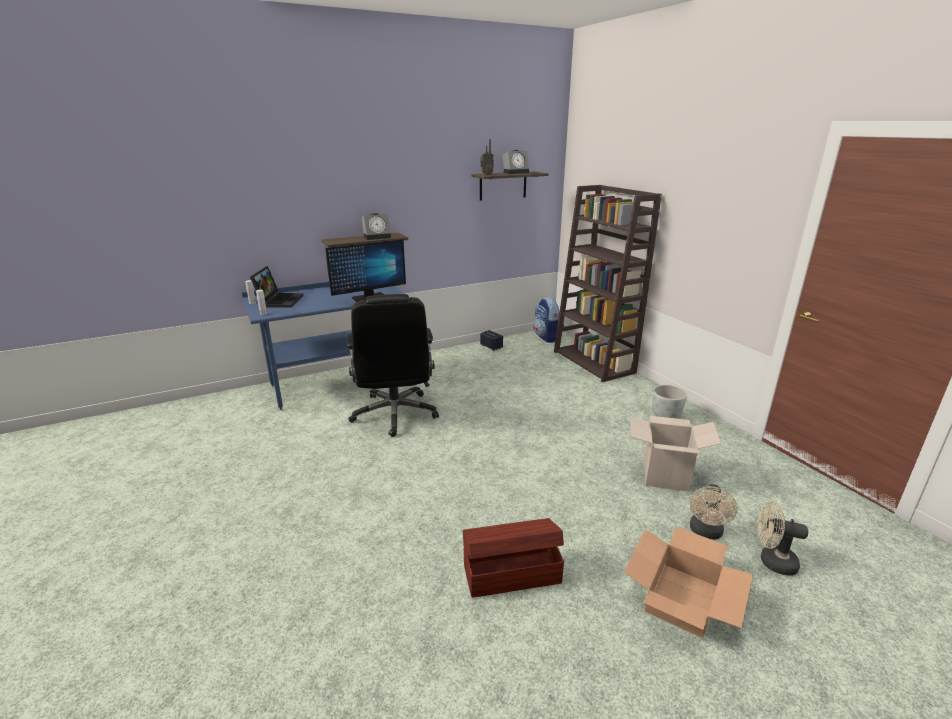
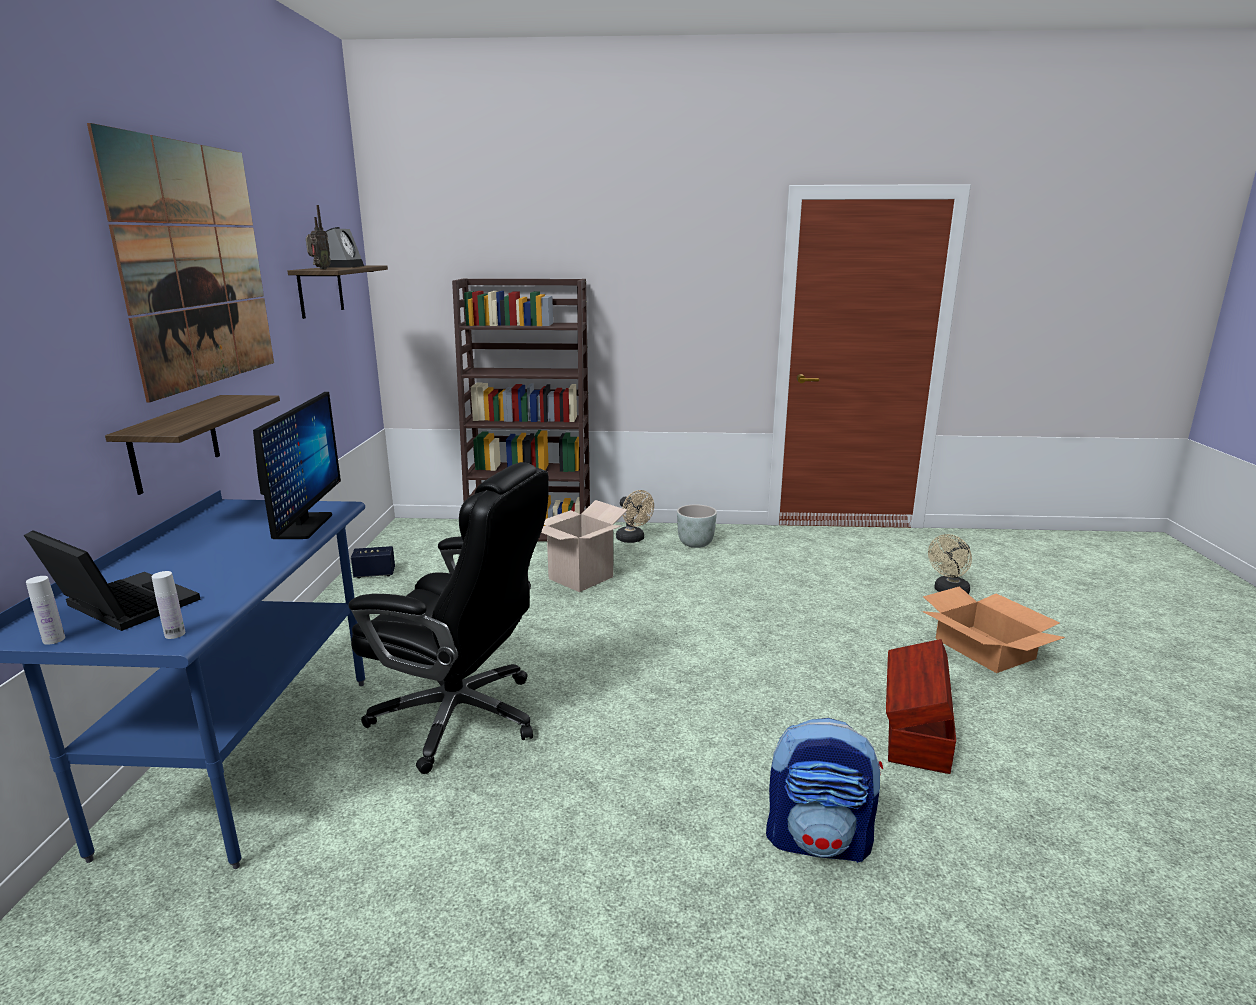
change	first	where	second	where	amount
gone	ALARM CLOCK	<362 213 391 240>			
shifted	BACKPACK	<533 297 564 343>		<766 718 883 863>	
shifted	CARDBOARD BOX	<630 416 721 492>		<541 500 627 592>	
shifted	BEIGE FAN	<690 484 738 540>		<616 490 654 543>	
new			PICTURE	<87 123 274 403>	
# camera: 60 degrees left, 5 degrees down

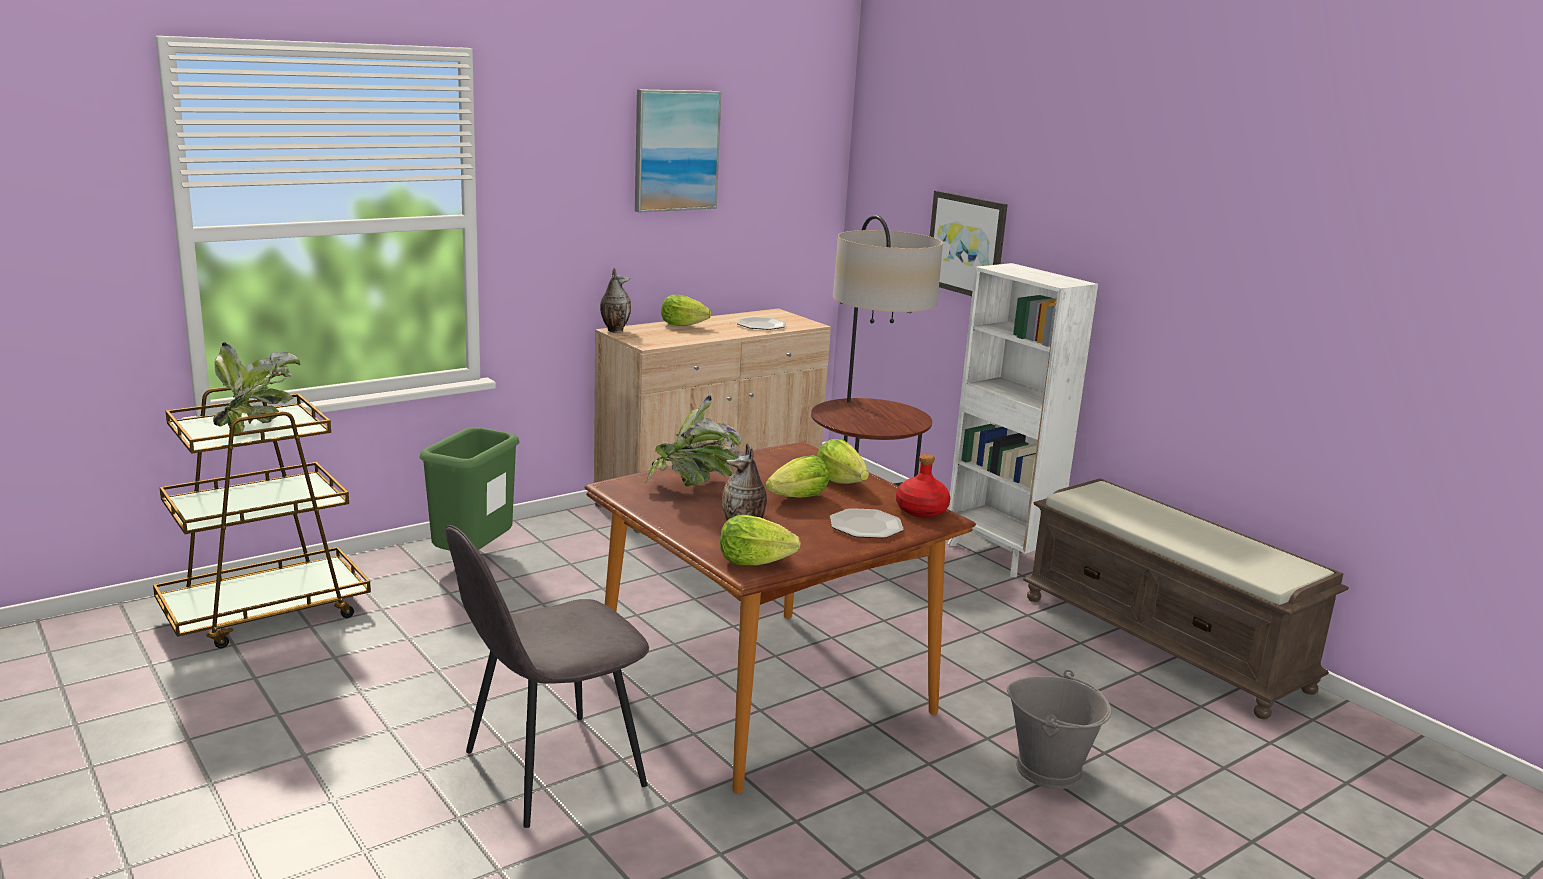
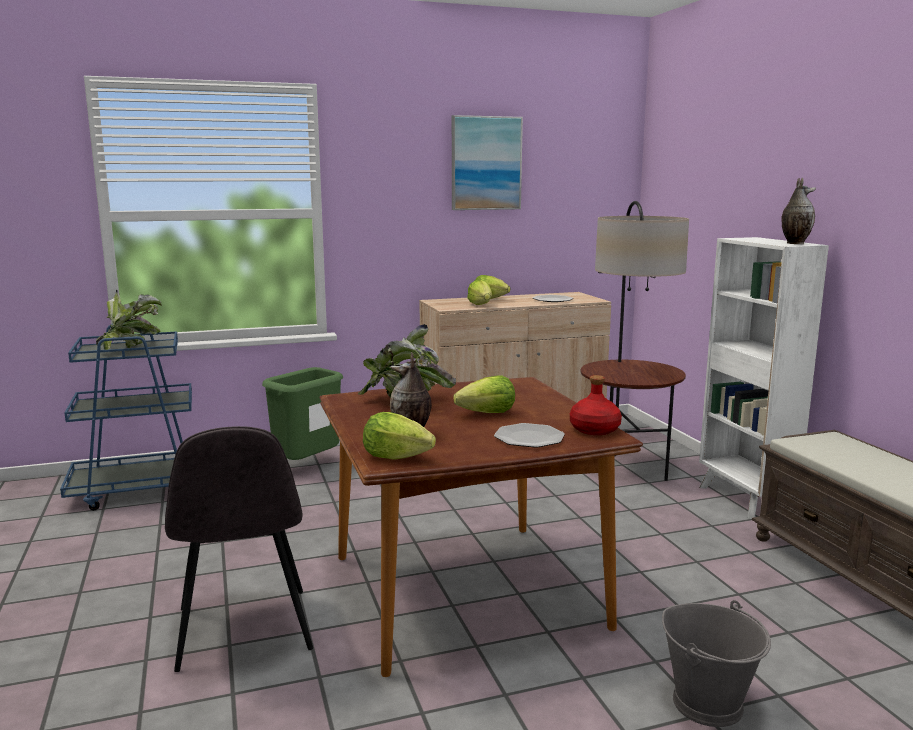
change	first	where	second	where	amount
repainted	BROWN CART	<153 387 371 648>	BLUE CART	<60 324 192 510>	
rotated	GREY CHAIR	<446 525 649 828>		<165 426 313 672>	90 degrees counterclockwise
shifted	VASE	<600 268 631 333>		<781 177 816 244>	
shifted	LETTUCE	<817 439 869 484>		<467 279 492 305>	
gone	PICTURE	<930 190 1008 296>			
# camera: 20 degrees right, 5 degrees down

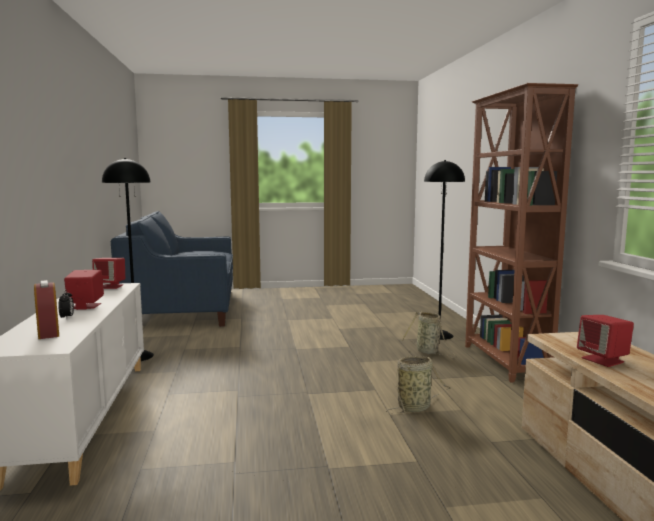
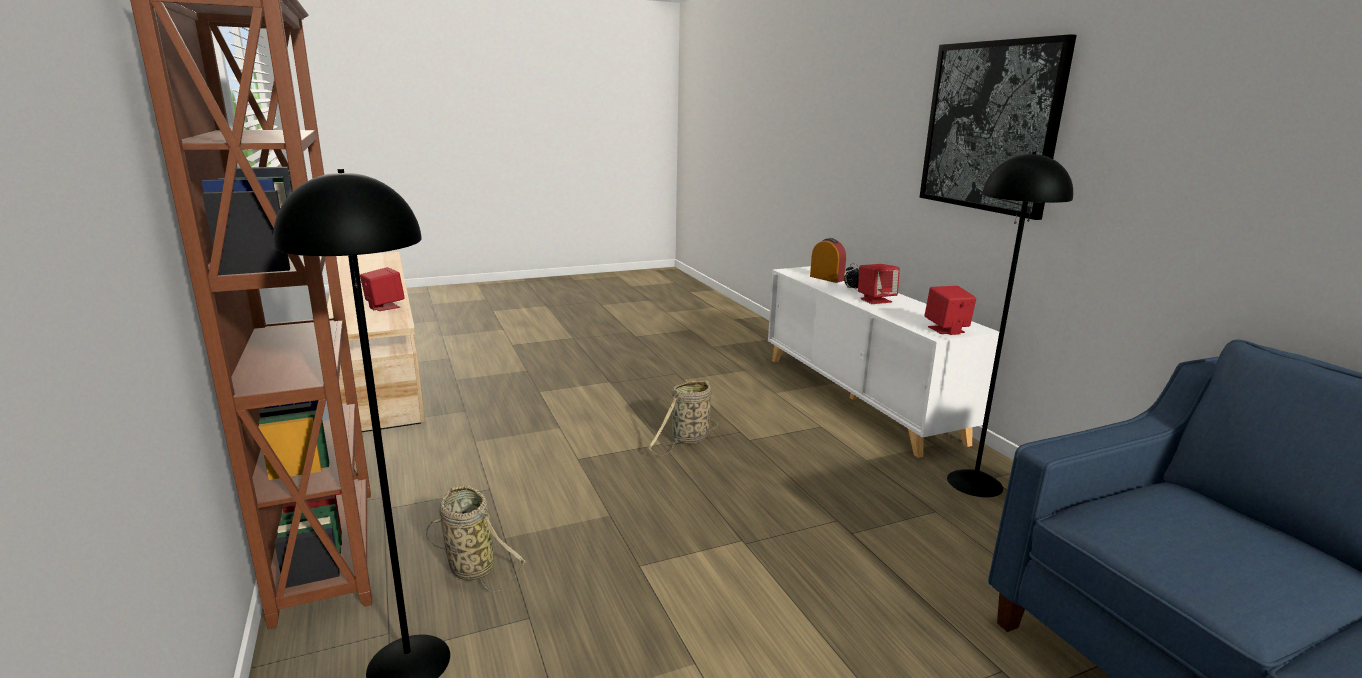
change	first	where	second	where	amount
shifted	BASKET	<386 356 451 413>		<648 379 718 455>	
new			PICTURE	<920 34 1077 220>	
# camera: 165 degrees right, 10 degrees up

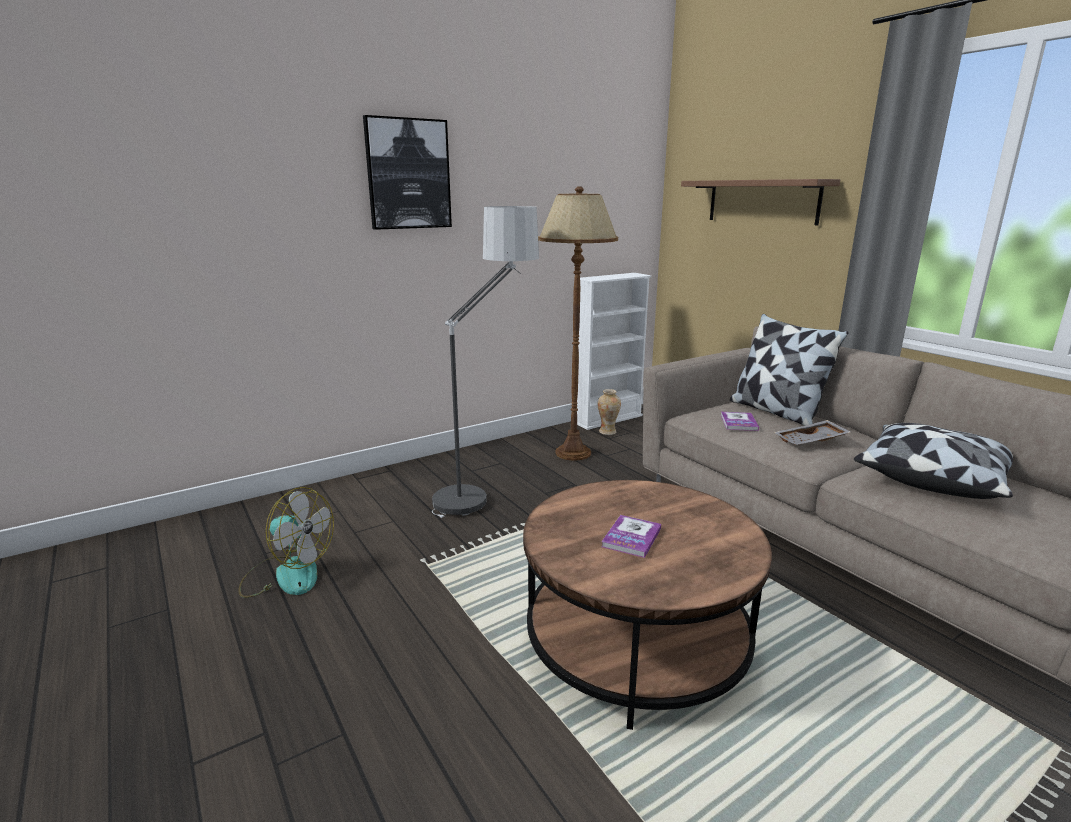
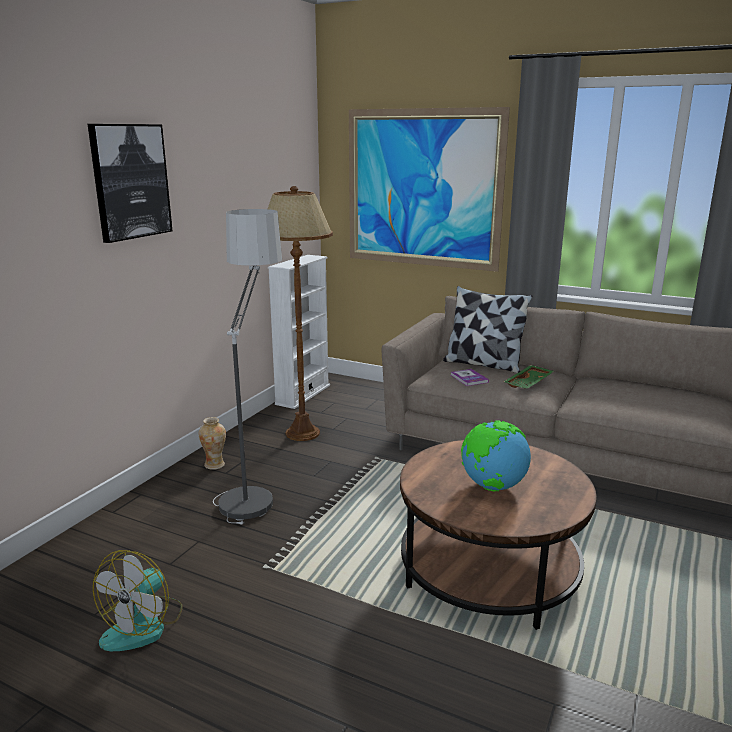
change	first	where	second	where	amount
rotated	FAN	<239 487 334 598>		<93 550 183 651>	120 degrees clockwise
shifted	VASE	<598 389 621 435>		<199 417 226 470>	
swapped	BOOK	<601 515 661 558>	GLOBE	<461 420 531 492>	
swapped	BROWN SHELF	<681 179 840 225>	PICTURE	<349 107 510 272>	
repainted	GREY TRAY	<774 420 851 445>	GREEN TRAY	<504 365 554 389>	
gone	PILLOW	<854 423 1013 499>			
# camera: 30 degrees left, 0 degrees up

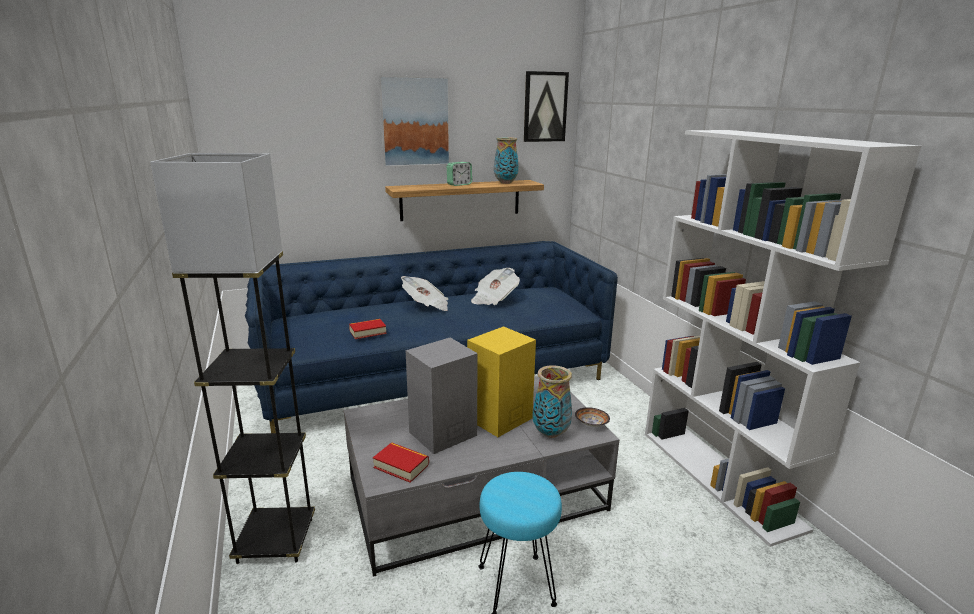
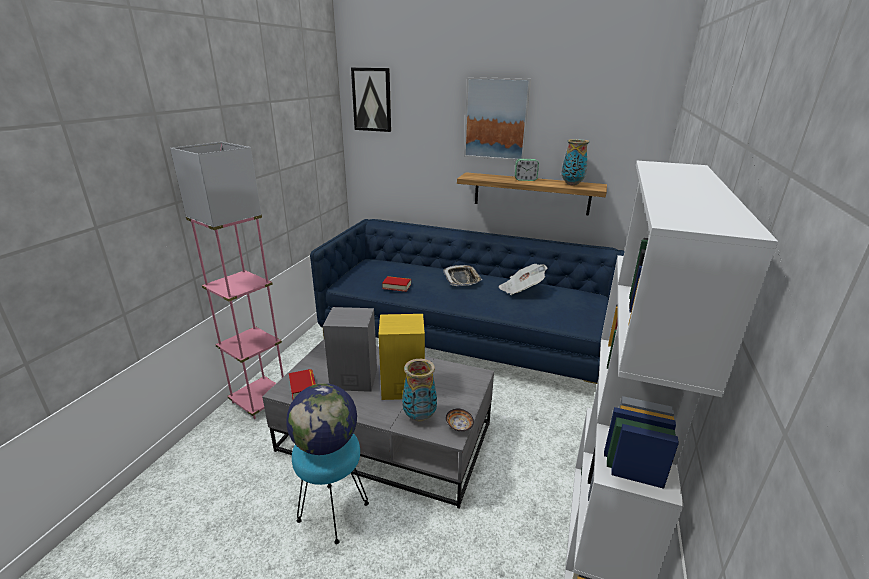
change	first	where	second	where	amount
repainted	GREY FLOOR LAMP	<150 153 315 564>	PINK FLOOR LAMP	<170 142 284 419>	
swapped	NEWSPAPER	<401 276 448 311>	TRAY	<443 265 482 286>	
shifted	PICTURE	<524 71 569 142>		<351 68 391 132>	
new			GLOBE	<286 383 357 455>	
# camera: 40 degrees right, 5 degrees up

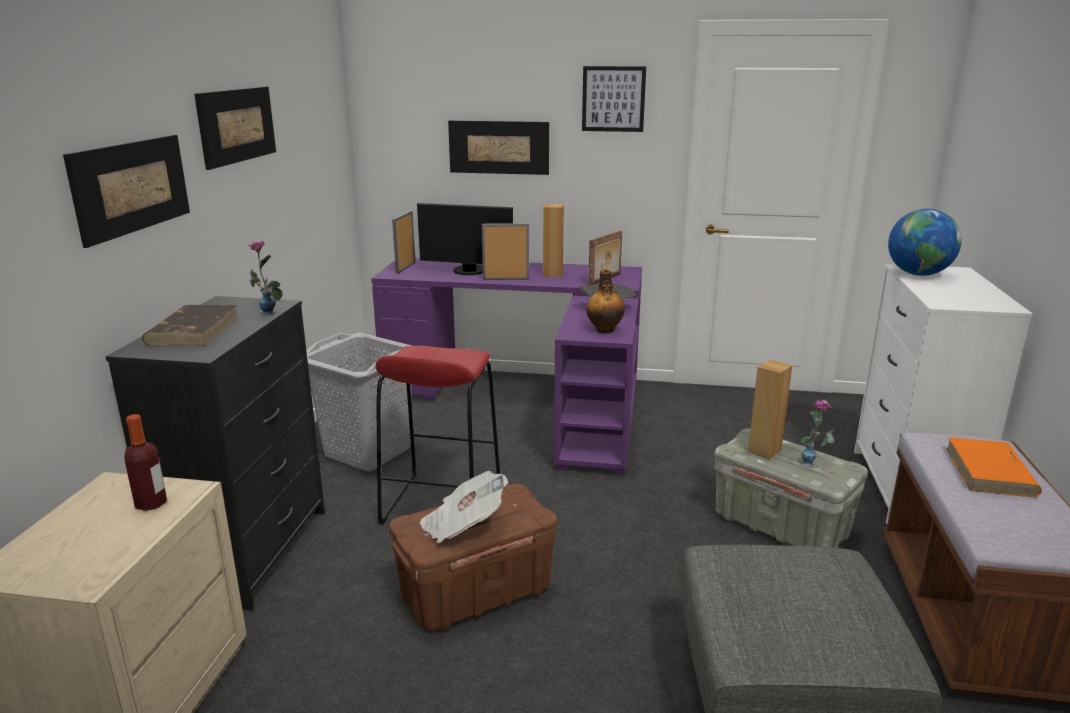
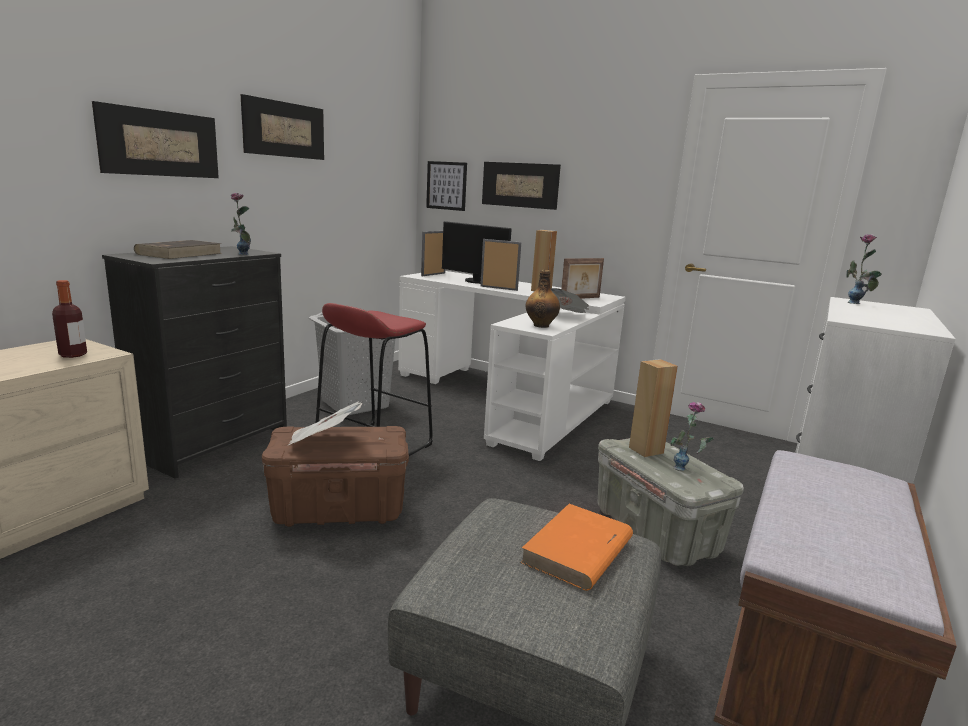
change	first	where	second	where	amount
repainted	PURPLE DESK	<371 258 642 475>	WHITE DESK	<398 271 626 461>	
shifted	PICTURE	<582 66 646 132>		<426 161 467 211>	
swapped	GLOBE	<888 209 962 276>	VASE	<846 234 882 304>	
shifted	ORANGE BOOK	<946 437 1042 497>		<520 504 633 591>	
# camera: 20 degrees right, 5 degrees down

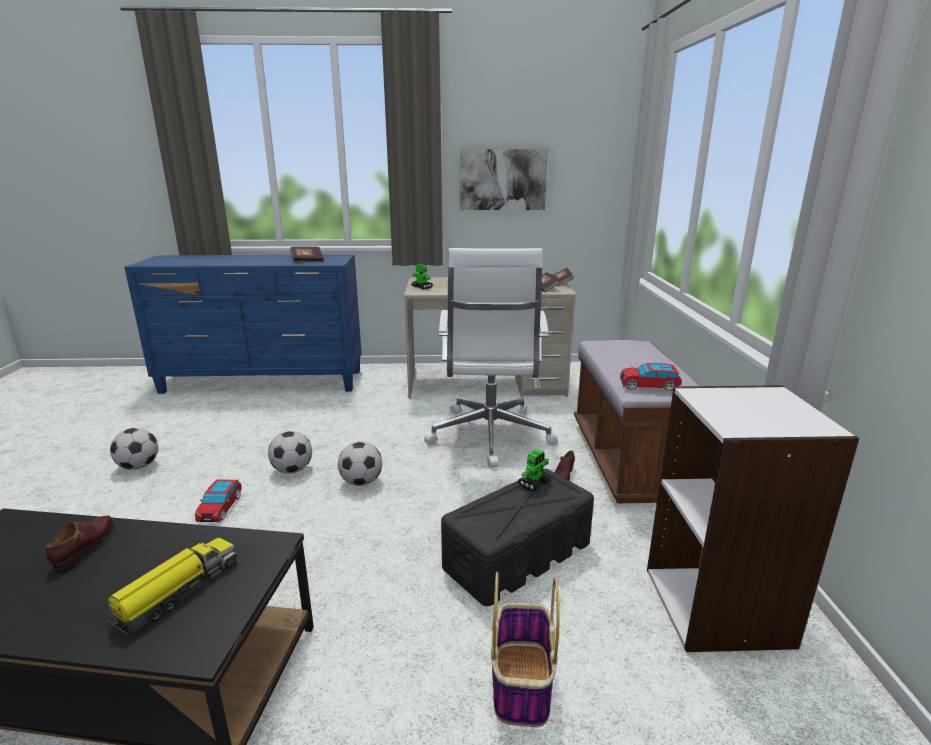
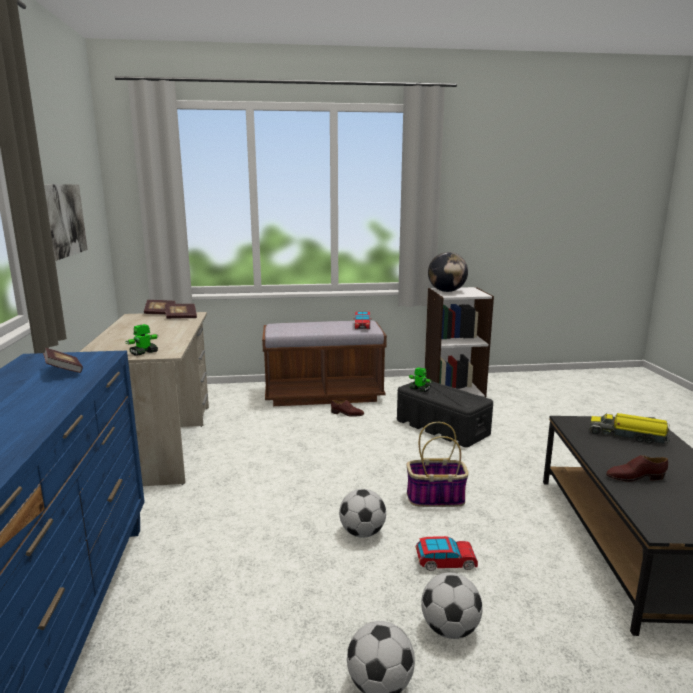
change	first	where	second	where	amount
shifted	FOOTBALL	<338 442 382 486>		<421 572 483 639>	
gone	WHITE OFFICE CHAIR	<424 248 558 468>			
shifted	BASKET	<491 572 560 727>		<406 422 469 507>	
new			GLOBE	<428 252 468 292>	
# camera: 95 degrees left, 5 degrees down

